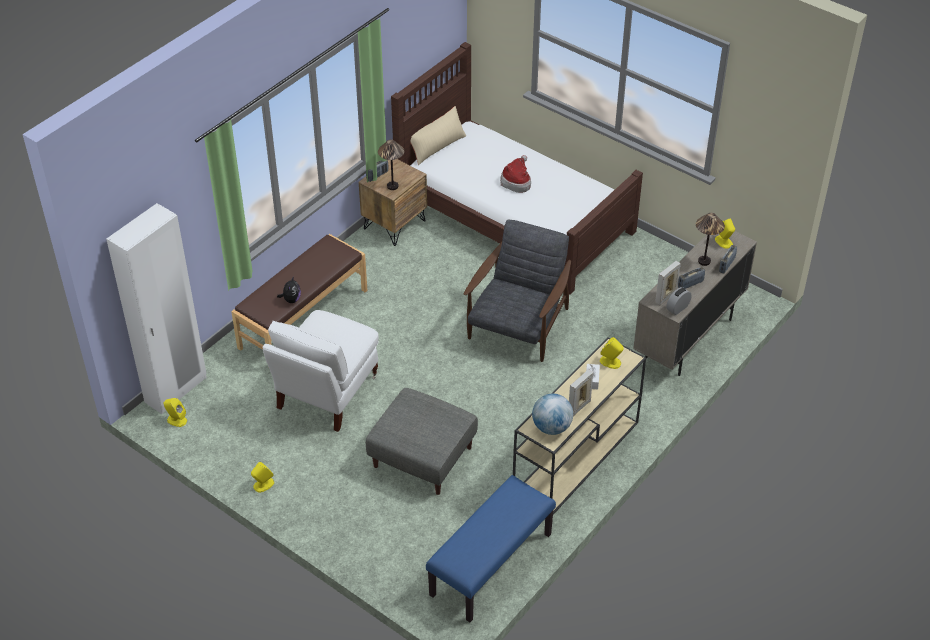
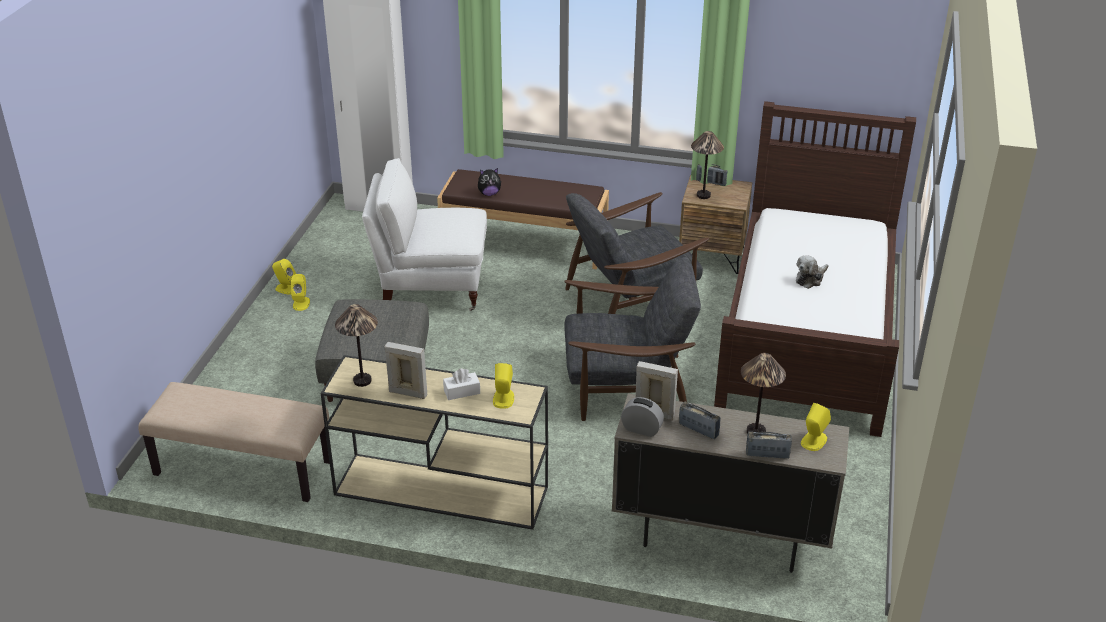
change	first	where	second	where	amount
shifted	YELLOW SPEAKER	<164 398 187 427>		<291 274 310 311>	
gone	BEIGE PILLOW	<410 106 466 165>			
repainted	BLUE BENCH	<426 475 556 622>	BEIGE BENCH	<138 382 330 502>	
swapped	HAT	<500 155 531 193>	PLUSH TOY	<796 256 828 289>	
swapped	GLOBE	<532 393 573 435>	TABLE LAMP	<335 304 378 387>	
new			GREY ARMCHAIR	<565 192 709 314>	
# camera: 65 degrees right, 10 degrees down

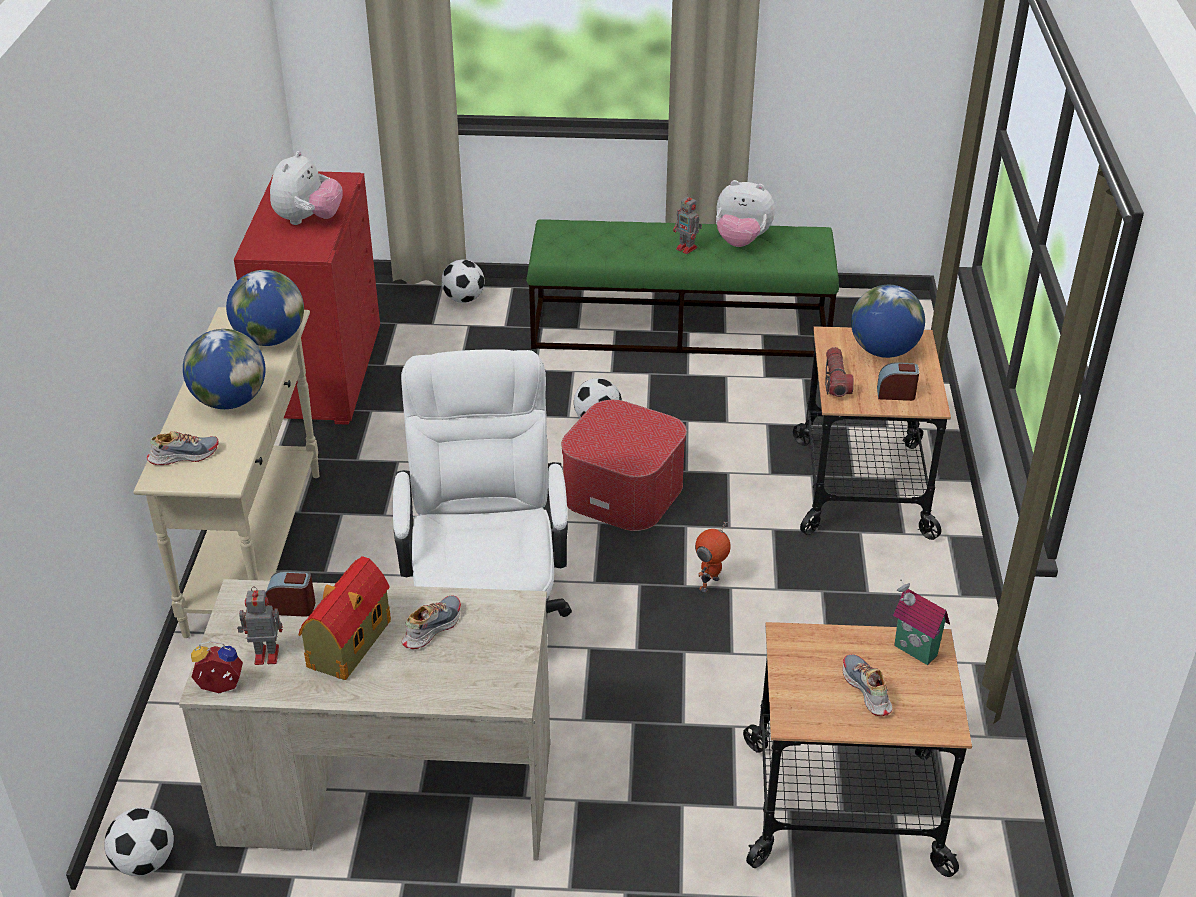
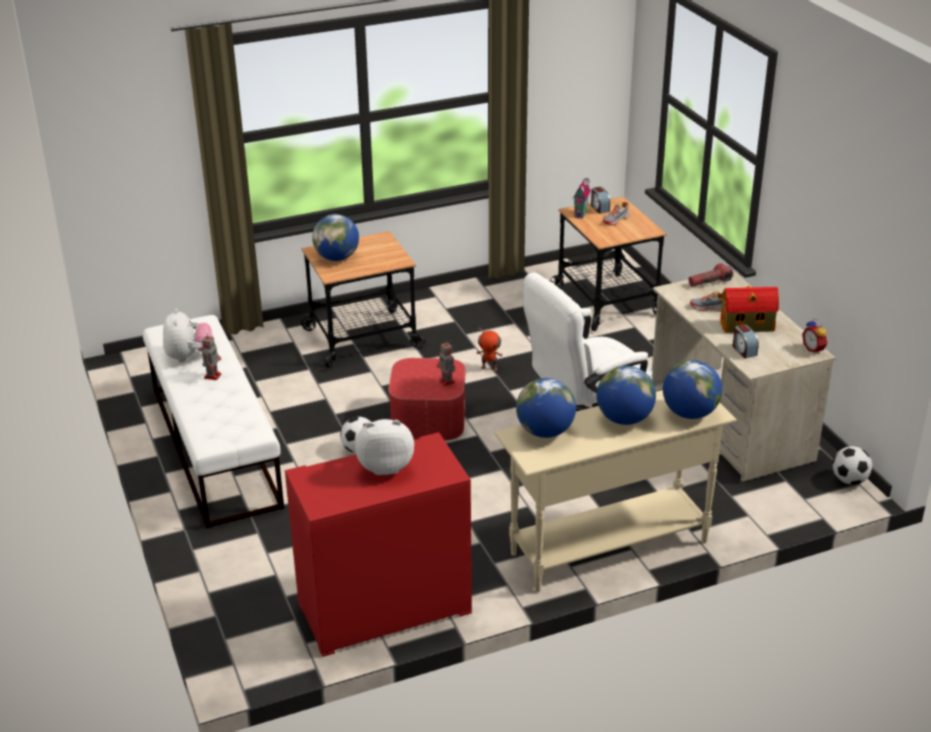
change	first	where	second	where	amount
swapped	SHOE	<147 431 219 465>	GLOBE	<663 360 722 419>	
shifted	TOY ROBOT	<237 586 283 665>		<437 340 456 387>	
gone	FOOTBALL	<441 259 485 303>			
repainted	GREEN BENCH	<526 219 839 357>	WHITE BENCH	<143 315 284 528>	
shifted	FLASHLIGHT	<825 347 854 397>		<688 263 733 287>	
shifted	ALARM CLOCK	<877 362 919 401>		<591 187 610 214>	
# camera: 115 degrees left, 5 degrees down

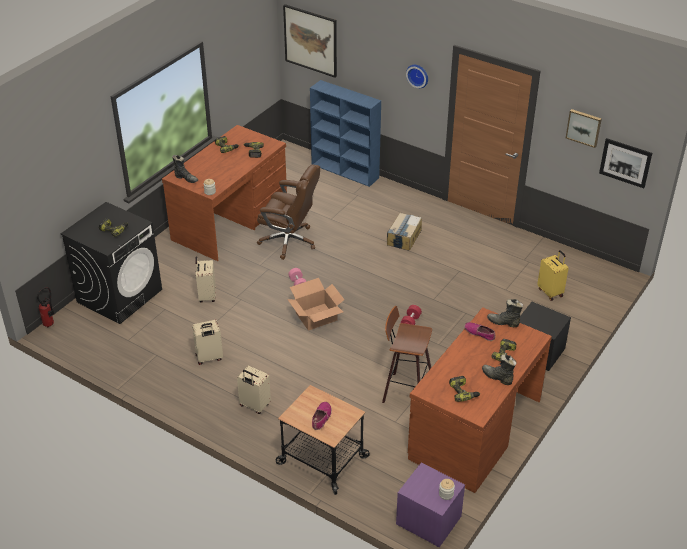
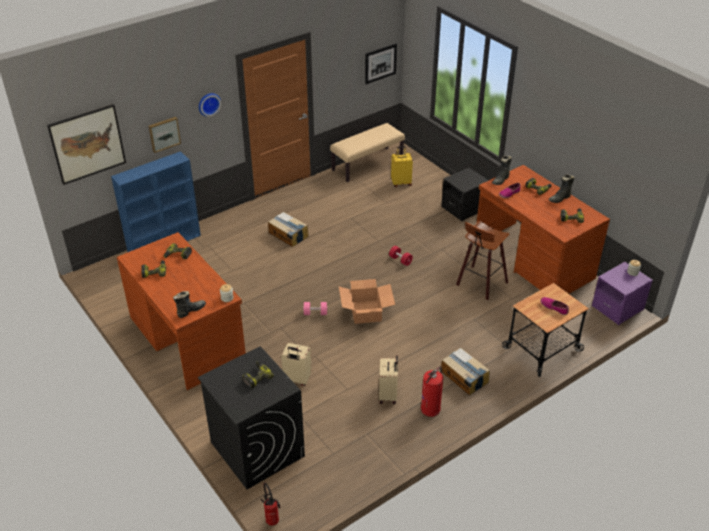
change	first	where	second	where	amount
swapped	BEIGE SUITCASE	<237 366 271 414>	CARDBOARD BOX	<441 348 490 395>	
gone	BROWN OFFICE CHAIR	<257 164 320 260>			
shifted	PICTURE	<566 109 602 148>		<149 117 181 153>	
new			BEIGE BENCH	<330 123 405 182>	
new			FIRE EXTINGUISHER	<421 367 443 417>	
# camera: 70 degrees left, 0 degrees up

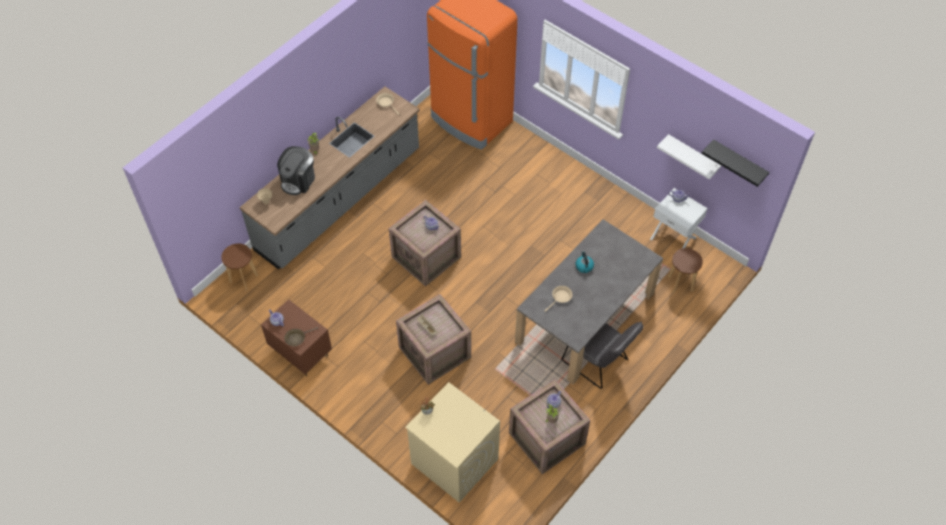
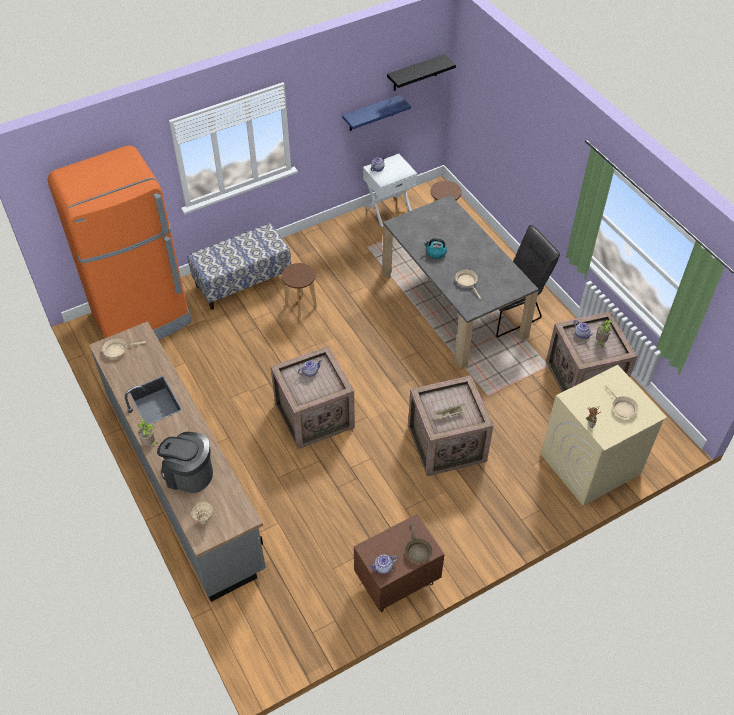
change	first	where	second	where	amount
shifted	BROWN STOOL	<221 244 258 290>		<282 263 317 319>	
rotated	COFFEE MACHINE	<277 146 315 195>		<157 432 213 493>	150 degrees clockwise
repainted	WHITE SHELF	<657 134 721 180>	BLUE SHELF	<342 95 411 131>	
new			BENCH	<188 223 291 310>	
new			BEIGE FRYING PAN	<605 385 639 418>	
# camera: 70 degrees left, 5 degrees down

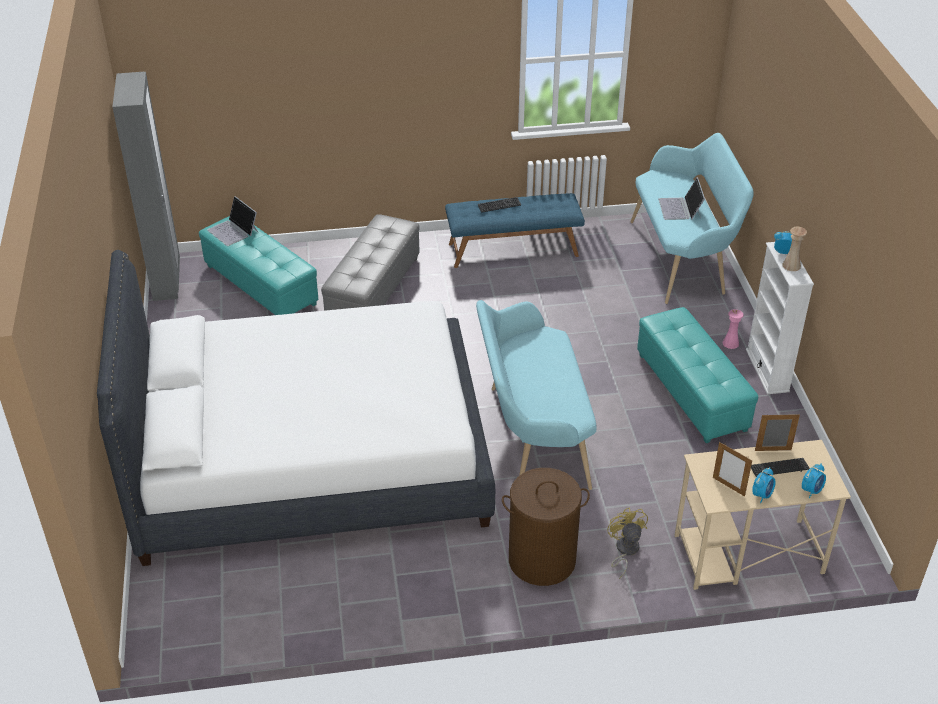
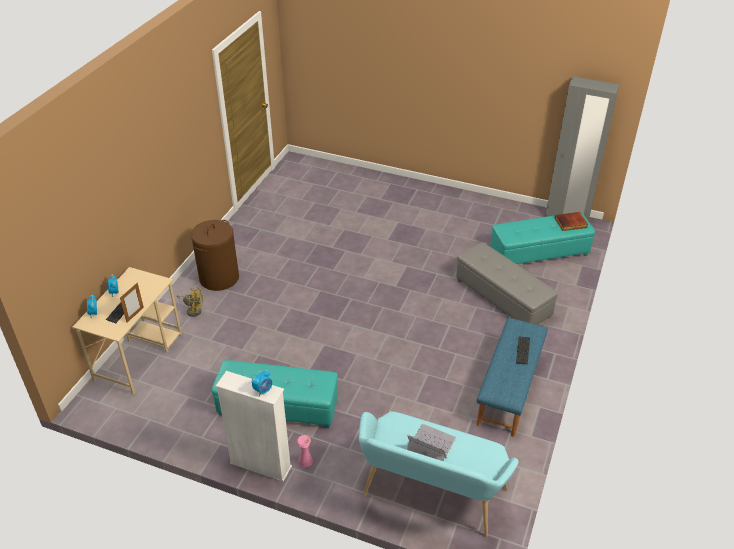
change	first	where	second	where	amount
gone	WHITE BED	<97 250 495 566>			
swapped	LAPTOP	<207 196 258 246>	BOOK	<555 212 588 231>	
gone	TURQUOISE BENCH	<476 300 597 490>			
gone	PICTURE FRAME	<713 442 752 496>			
gone	BEIGE VASE	<782 227 807 271>			
# camera: 120 degrees right, 0 degrees up

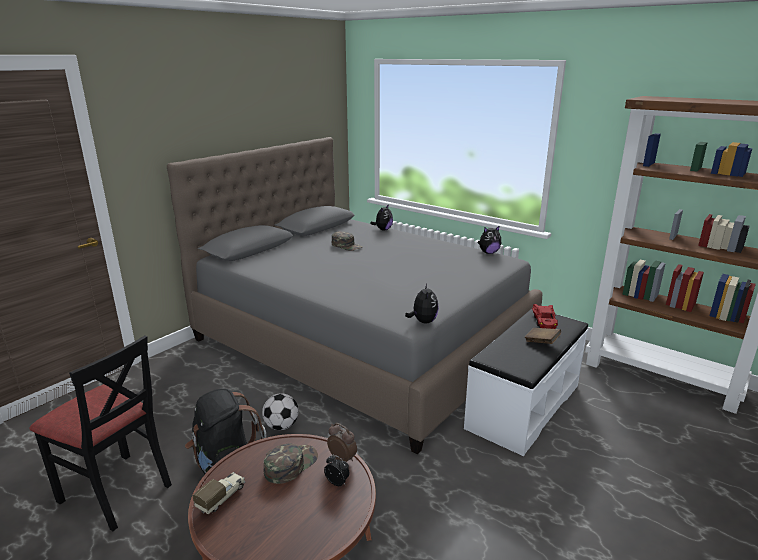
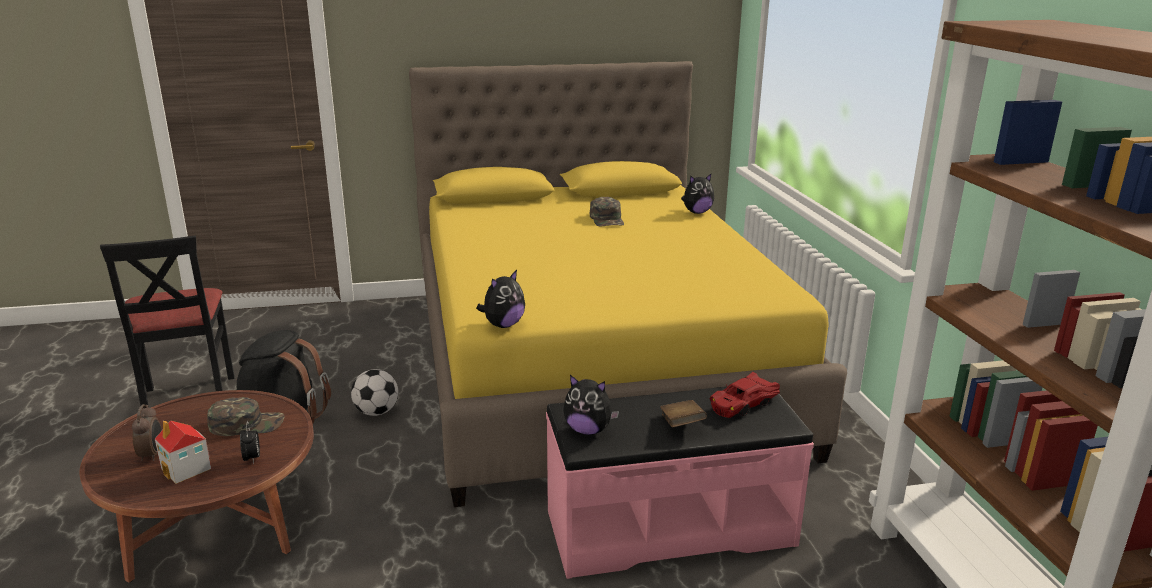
change	first	where	second	where	amount
repainted	GREY BED	<167 137 542 454>	YELLOW BED	<409 61 847 507>	
gone	TOY TRUCK	<193 472 245 515>			
shifted	ALARM CLOCK	<327 423 357 462>		<132 404 161 461>	
repainted	WHITE BENCH	<464 309 588 456>	PINK BENCH	<546 386 814 579>	
shifted	PLUSH TOY	<478 226 501 254>		<563 375 619 435>	
new			TOY HOUSE	<155 421 211 484>	
# camera: 40 degrees right, 0 degrees up

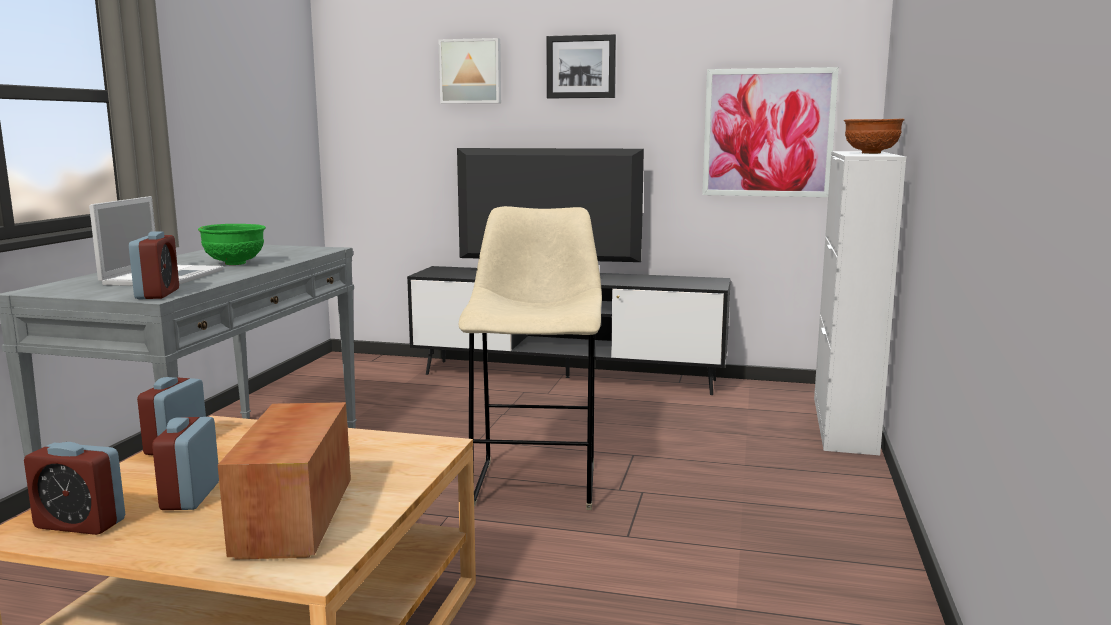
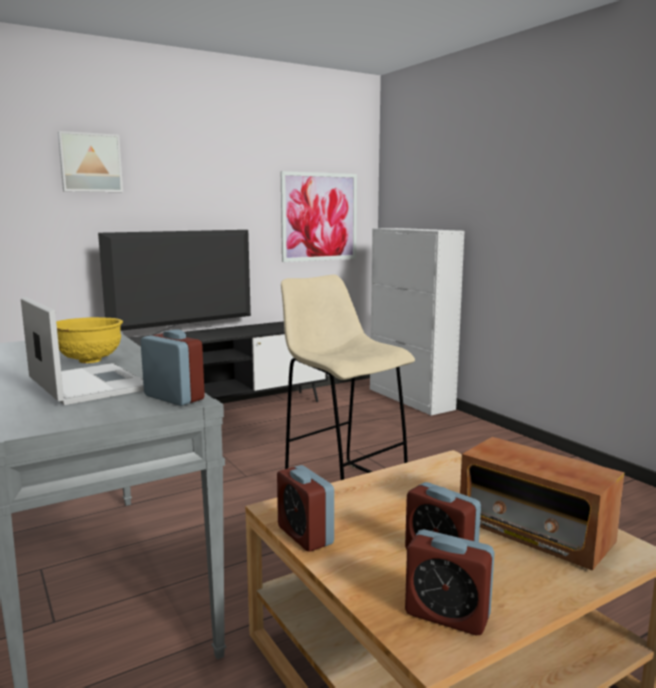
change	first	where	second	where	amount
rotated	ALARM CLOCK	<24 442 125 535>		<405 529 495 635>	60 degrees clockwise
repainted	GREEN BOWL	<198 224 266 265>	YELLOW BOWL	<56 317 123 363>	
gone	PICTURE	<547 34 616 98>			
gone	BROWN BOWL	<844 119 905 154>			
# camera: 45 degrees left, 0 degrees up

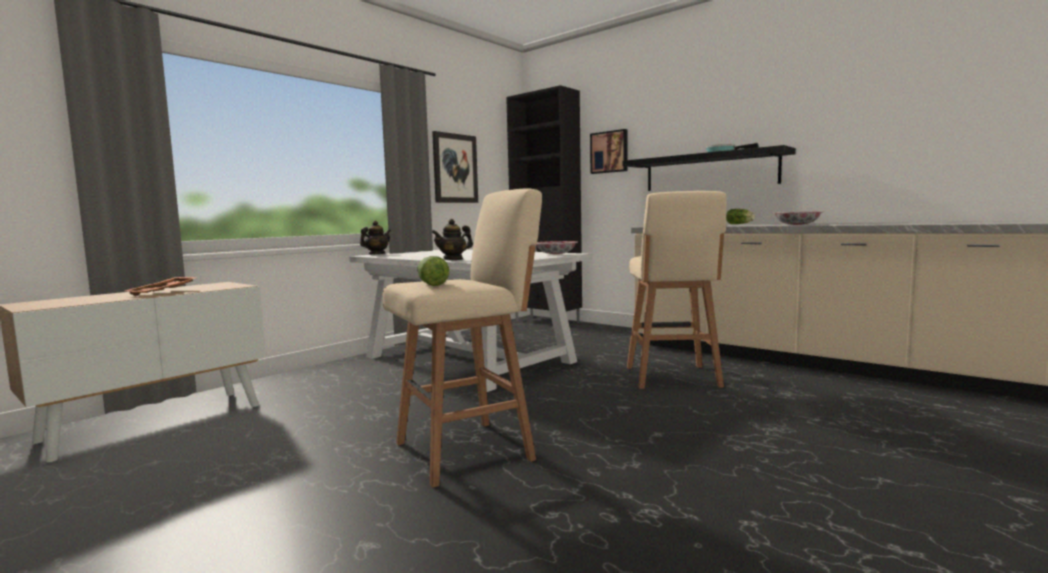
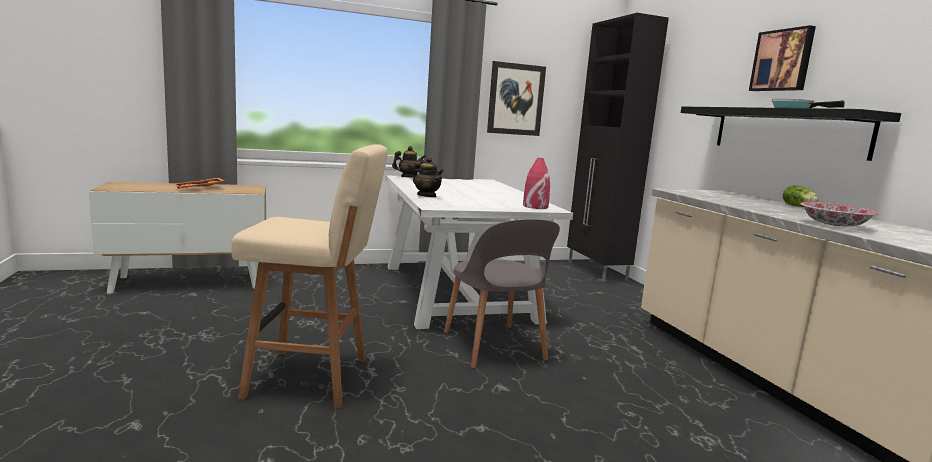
change	first	where	second	where	amount
gone	LETTUCE	<417 256 449 286>			
rotated	TEAPOT	<432 219 473 260>		<413 157 444 197>	135 degrees counterclockwise
swapped	BOWL	<536 241 578 254>	RED VASE	<523 158 550 209>	
shifted	PICTURE	<590 129 627 174>		<749 25 816 91>	
gone	BEIGE STOOL	<627 191 727 389>			
new			GREY CHAIR	<444 219 560 368>	
# camera: 30 degrees right, 5 degrees up

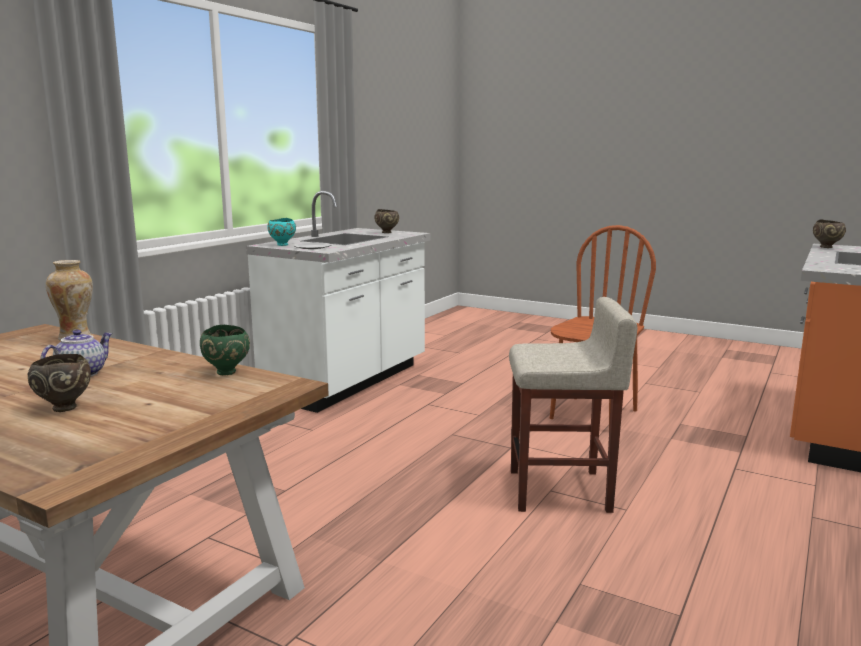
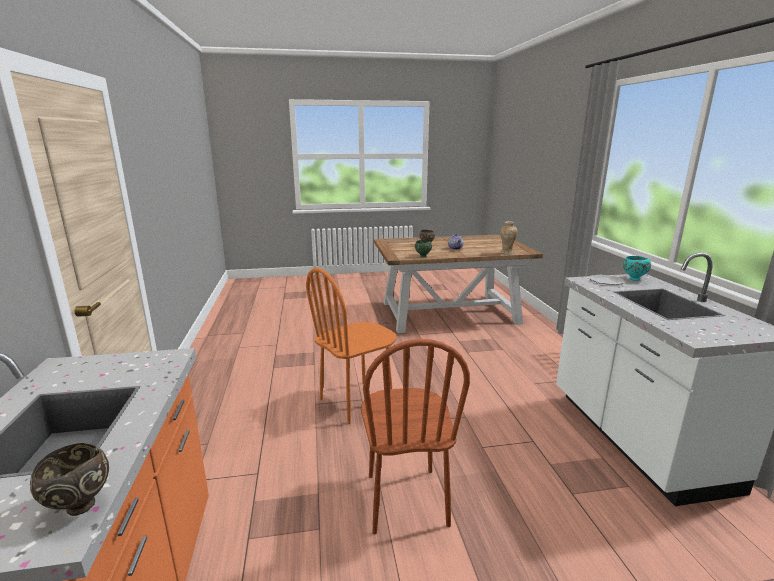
change	first	where	second	where	amount
gone	BROWN BOWL	<374 209 399 233>			
swapped	BEIGE STOOL	<509 297 637 513>	ORANGE CHAIR	<306 268 397 424>	
# camera: 140 degrees right, 5 degrees up

